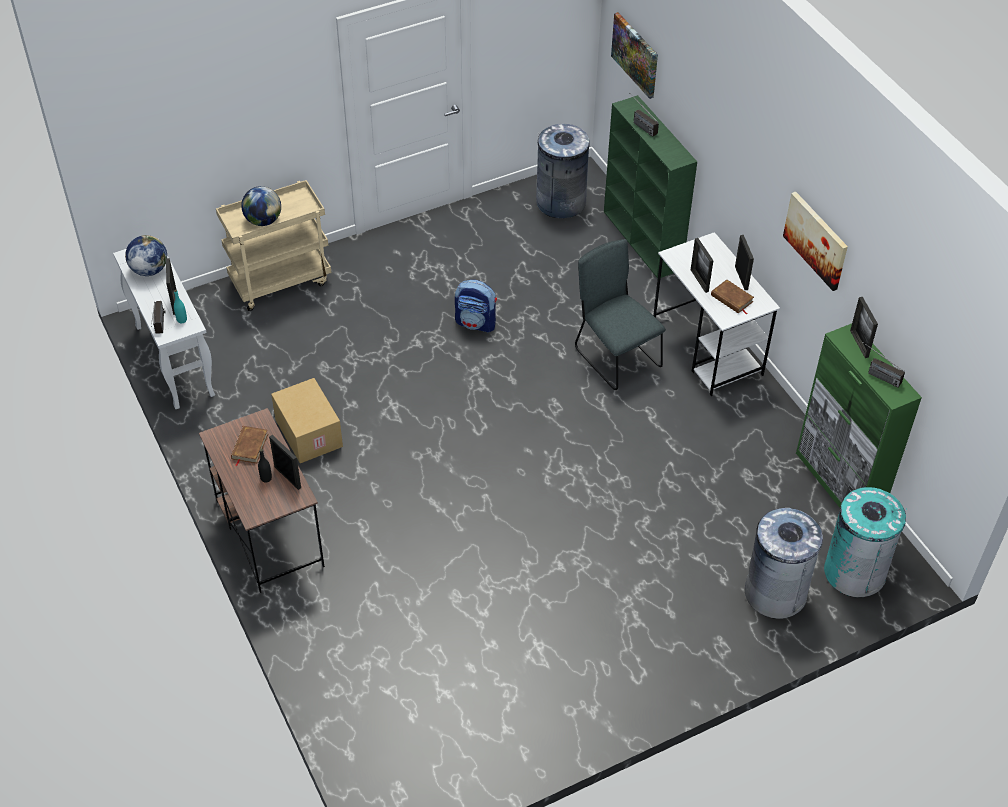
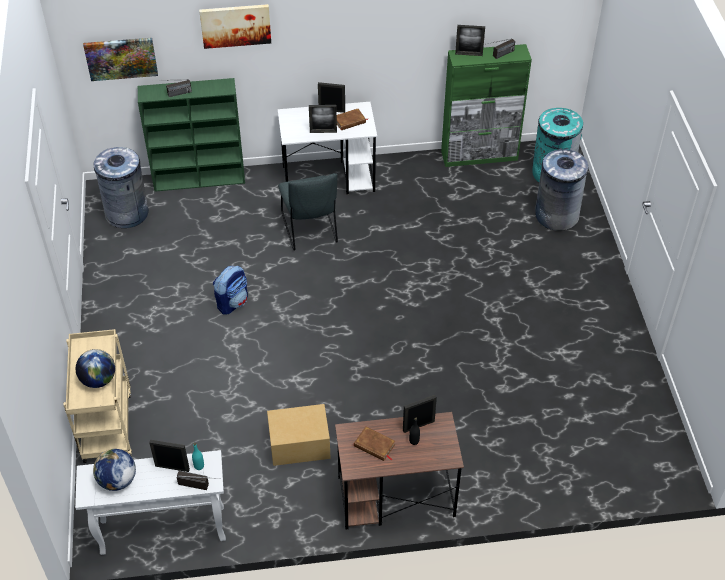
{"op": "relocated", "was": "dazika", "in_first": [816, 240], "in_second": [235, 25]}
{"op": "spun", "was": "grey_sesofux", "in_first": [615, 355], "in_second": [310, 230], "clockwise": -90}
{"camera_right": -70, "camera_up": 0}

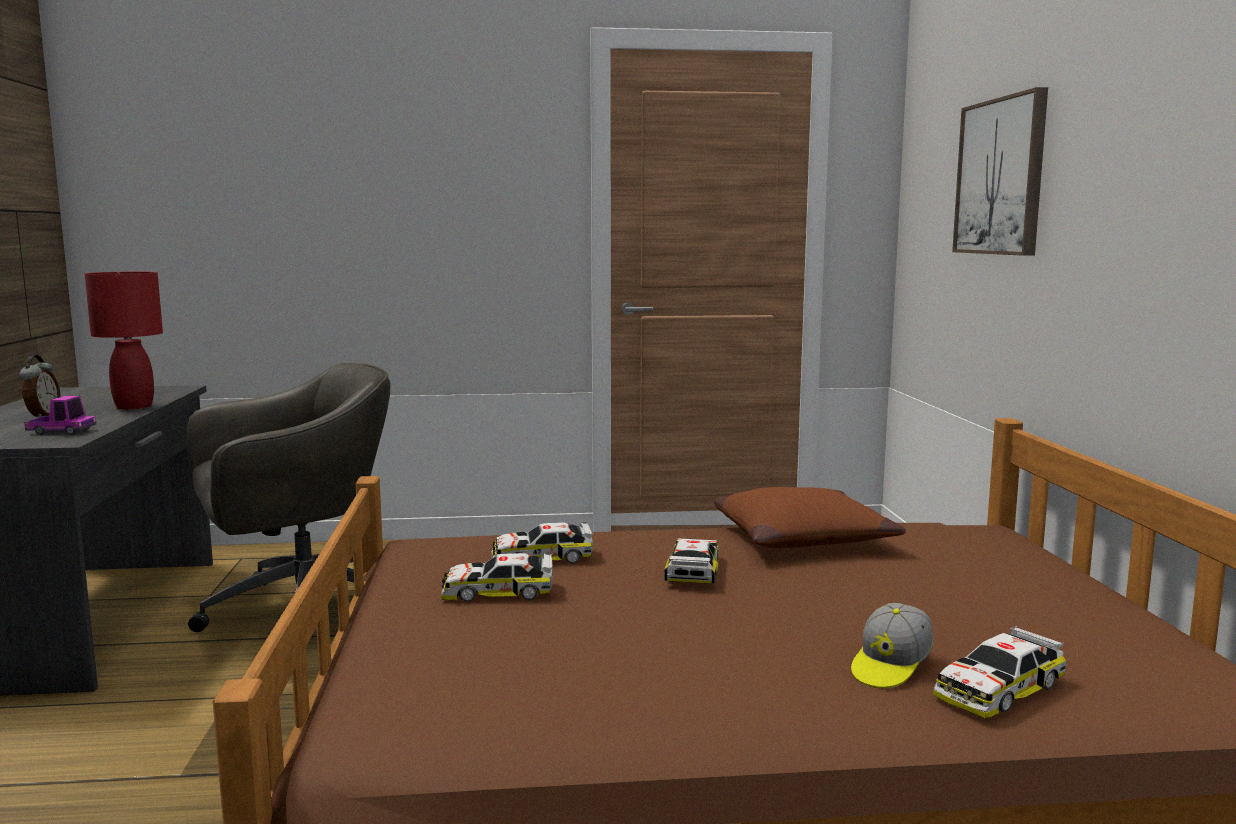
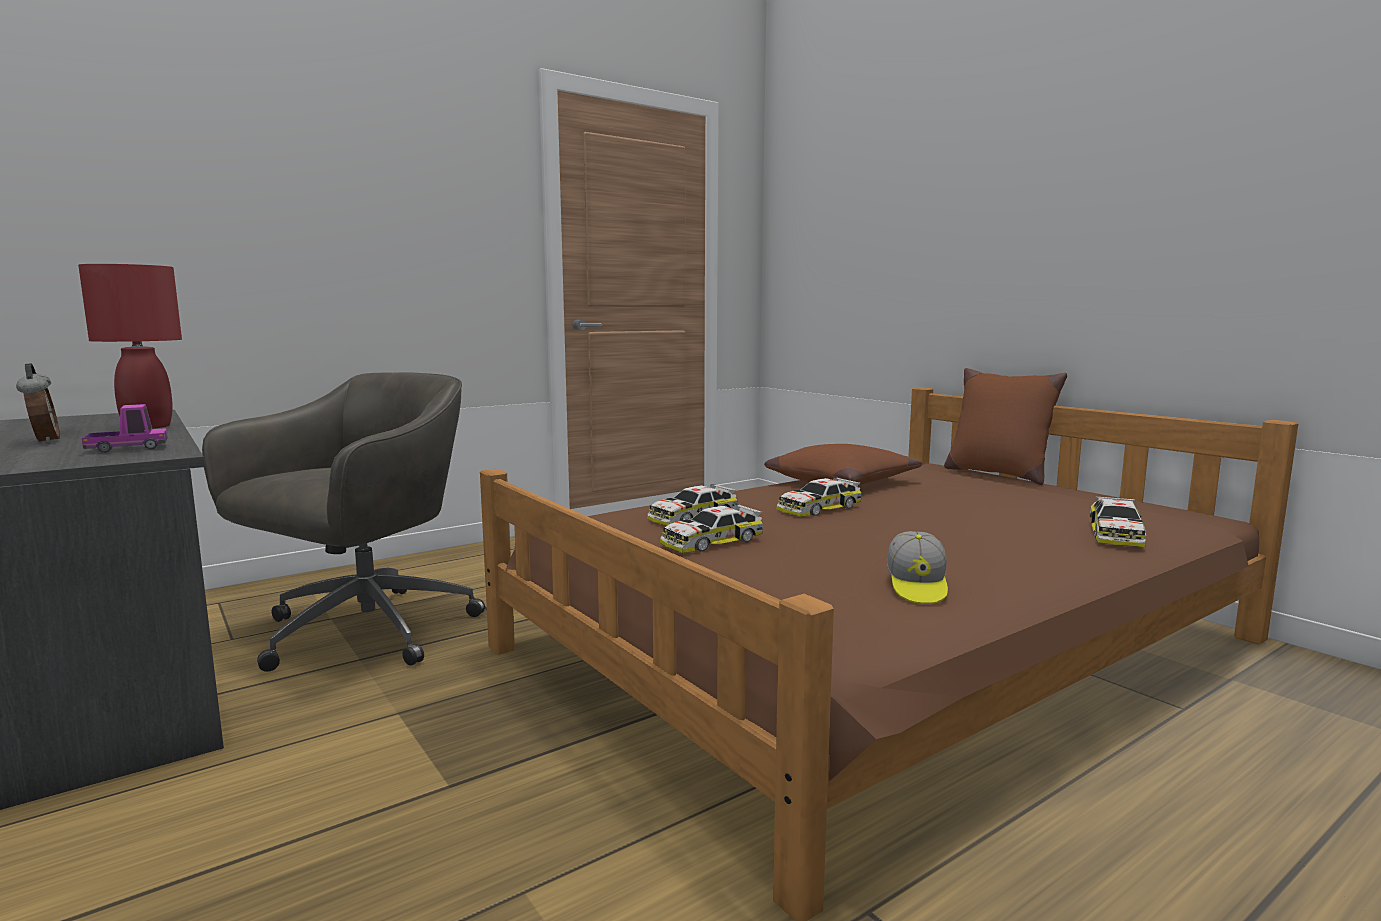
{"op": "spun", "was": "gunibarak", "in_first": [693, 571], "in_second": [818, 508], "clockwise": -105}
{"op": "relocated", "was": "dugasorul", "in_first": [890, 667], "in_second": [916, 587]}
{"op": "appeared", "now": "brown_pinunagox", "in_second": [997, 474]}
{"op": "missing", "was": "dazika", "in_first": [1001, 177]}
{"camera_right": -30, "camera_up": 0}

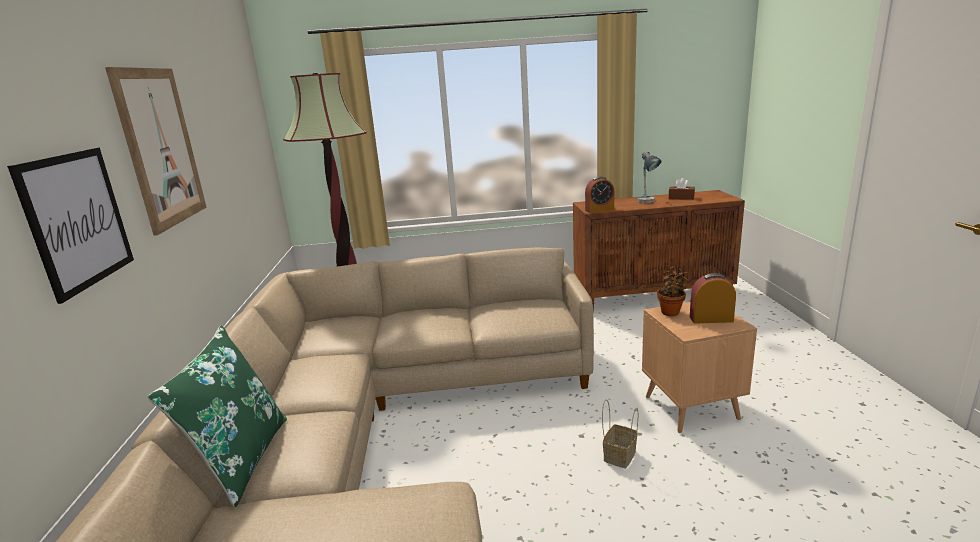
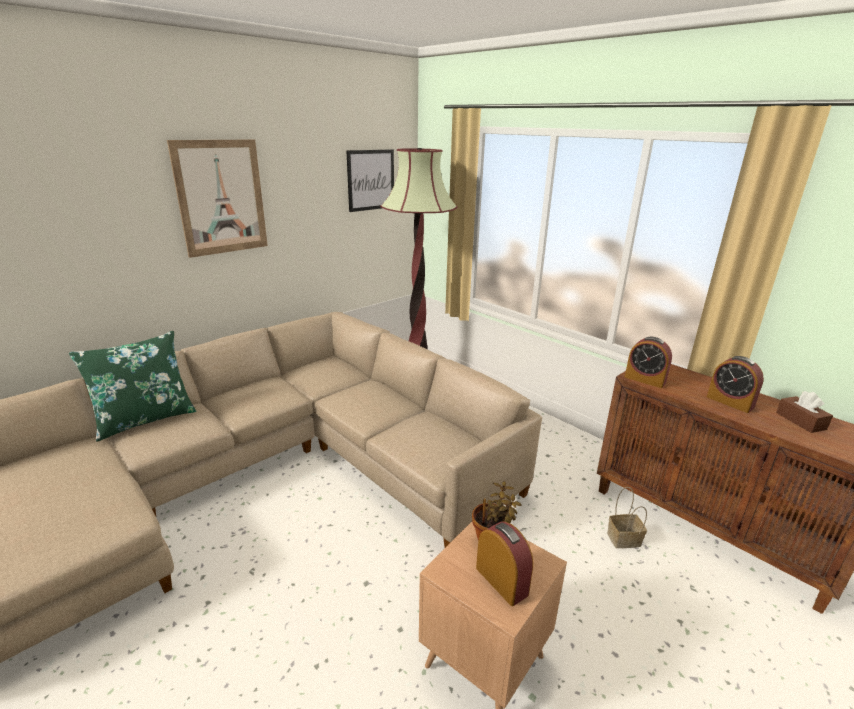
{"op": "relocated", "was": "dazika", "in_first": [78, 220], "in_second": [371, 180]}
{"op": "relocated", "was": "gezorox", "in_first": [619, 455], "in_second": [624, 539]}
{"op": "exchanged", "was": "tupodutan", "now": "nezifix", "in_first": [647, 202], "in_second": [730, 402]}
{"camera_right": 50, "camera_up": 5}

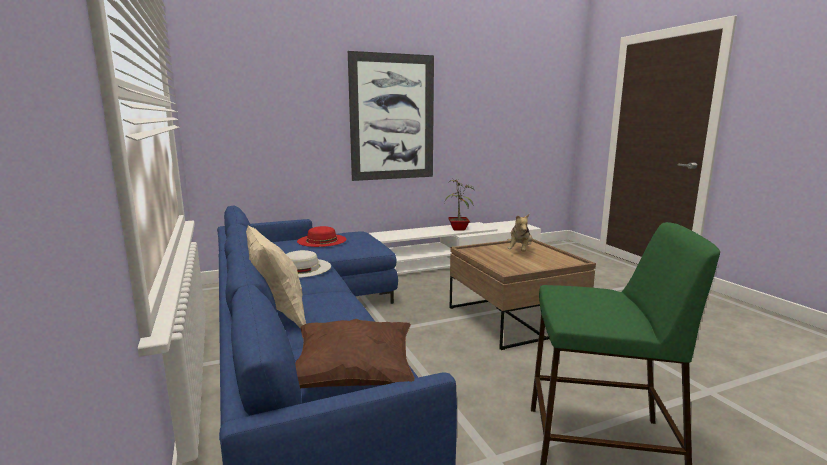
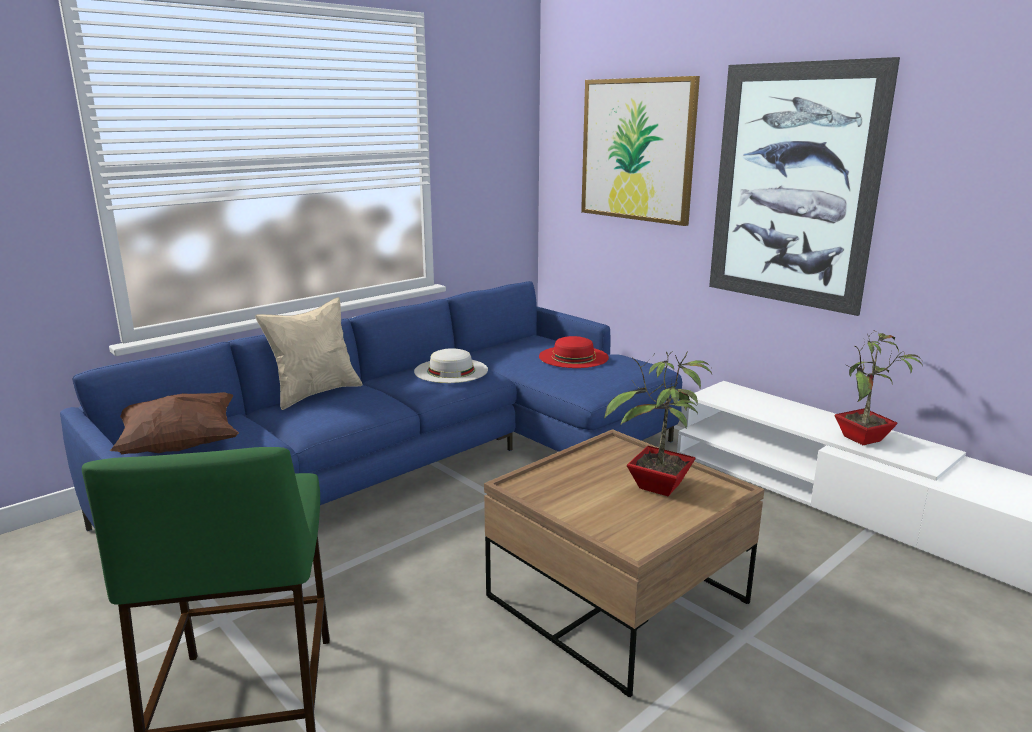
{"op": "appeared", "now": "dazika", "in_second": [637, 150]}
{"op": "exchanged", "was": "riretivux", "now": "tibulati", "in_first": [520, 251], "in_second": [658, 488]}
{"camera_right": 70, "camera_up": 5}

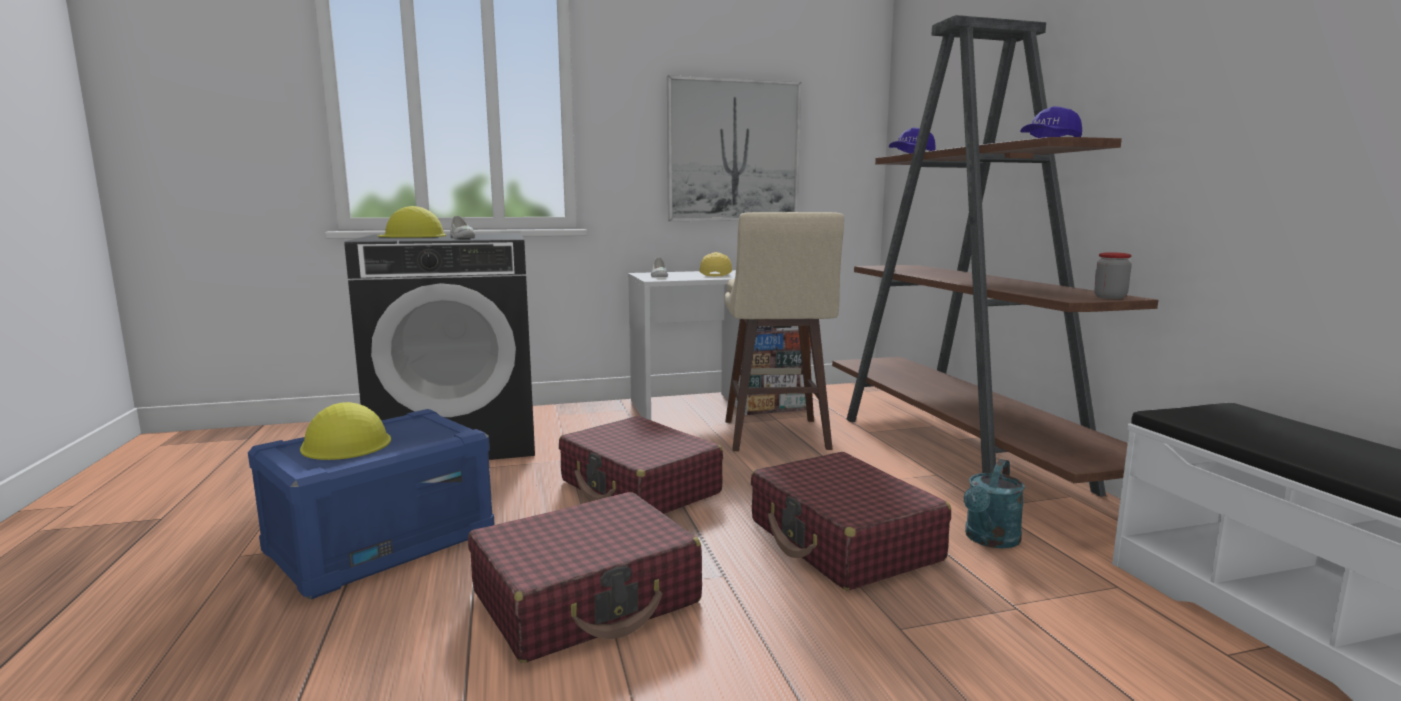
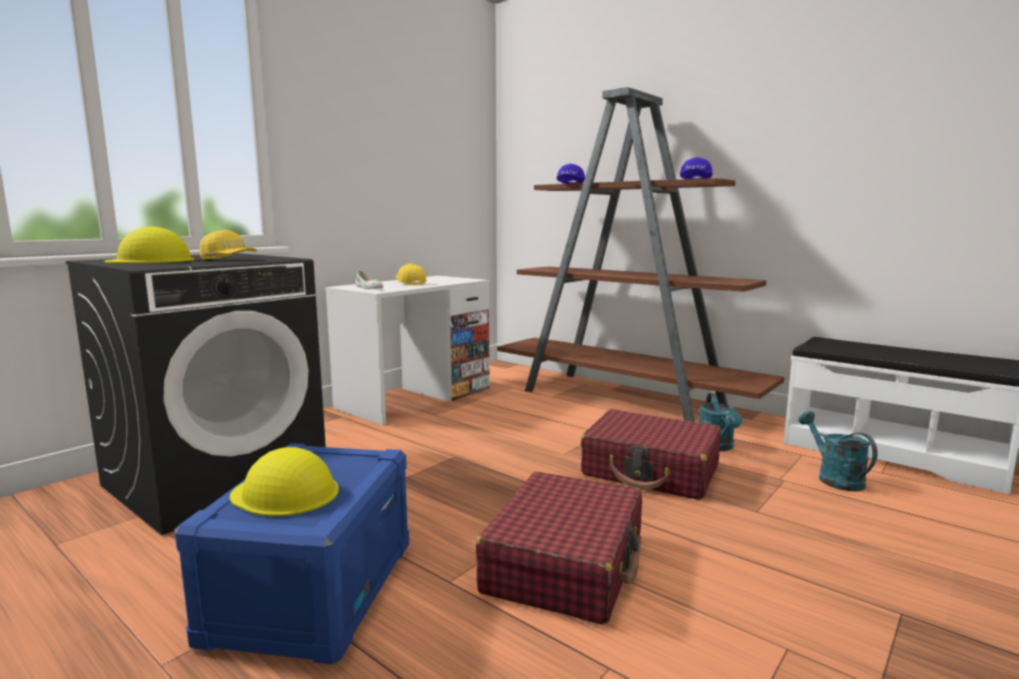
{"op": "exchanged", "was": "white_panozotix", "now": "yellow_dugasorul", "in_first": [461, 237], "in_second": [229, 260]}
{"op": "appeared", "now": "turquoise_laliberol", "in_second": [834, 478]}
{"op": "missing", "was": "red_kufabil", "in_first": [640, 487]}
{"op": "missing", "was": "dazika", "in_first": [733, 151]}
{"op": "missing", "was": "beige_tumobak", "in_first": [776, 437]}
{"op": "missing", "was": "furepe", "in_first": [1109, 297]}
{"camera_right": -35, "camera_up": 0}

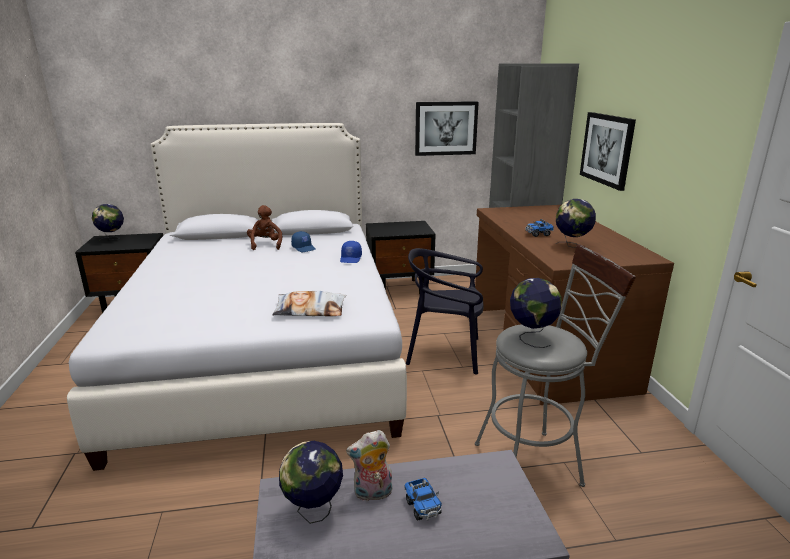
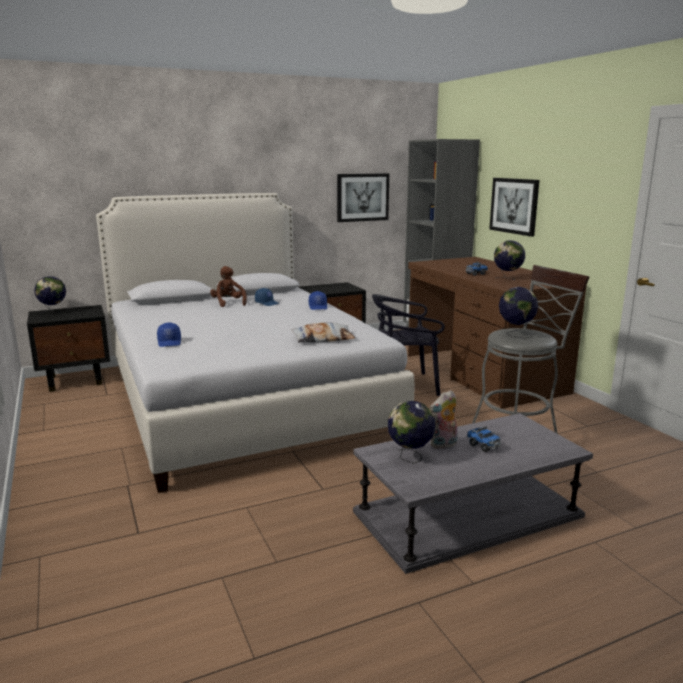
{"op": "appeared", "now": "blue_dugasorul", "in_second": [170, 342]}
{"camera_right": -15, "camera_up": -5}

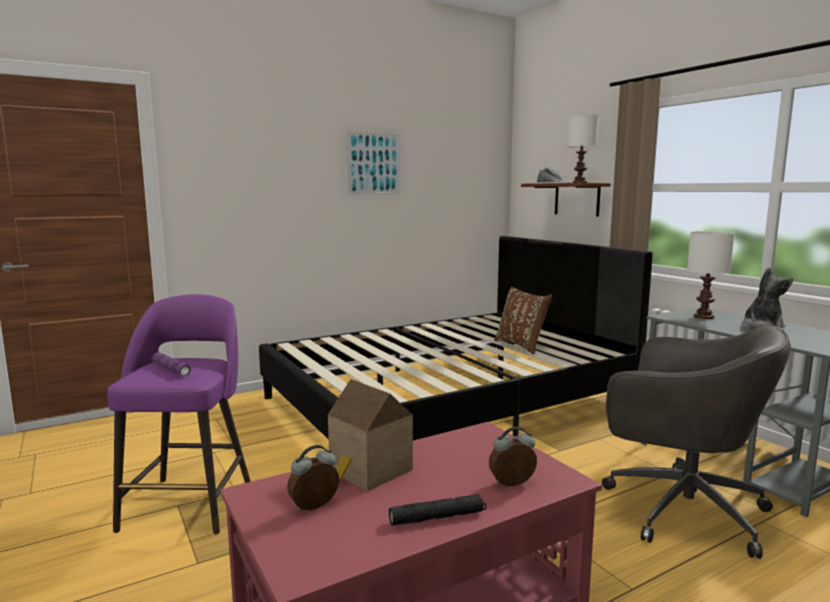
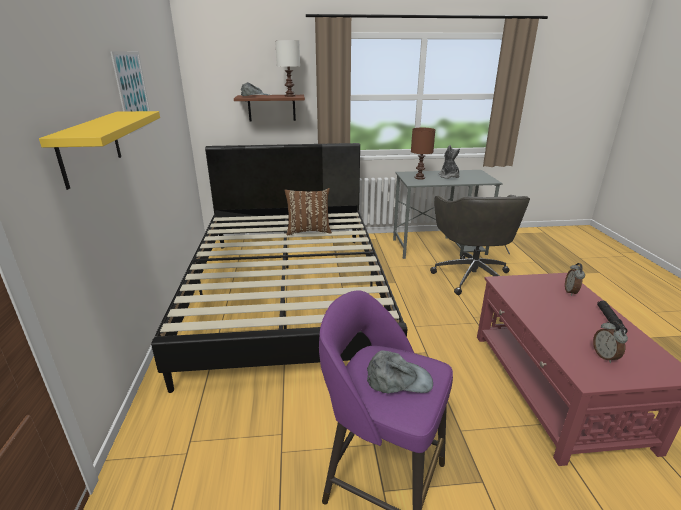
{"op": "appeared", "now": "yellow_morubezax", "in_second": [90, 147]}
{"op": "exchanged", "was": "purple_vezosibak", "now": "grey_dugasorul", "in_first": [171, 369], "in_second": [398, 379]}
{"op": "colour", "was": "white_tupodutan", "now": "brown_tupodutan", "in_first": [704, 317], "in_second": [420, 178]}
{"op": "spun", "was": "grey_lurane", "in_first": [680, 508], "in_second": [471, 276], "clockwise": 120}
{"op": "missing", "was": "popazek", "in_first": [368, 471]}
{"camera_right": -65, "camera_up": 15}

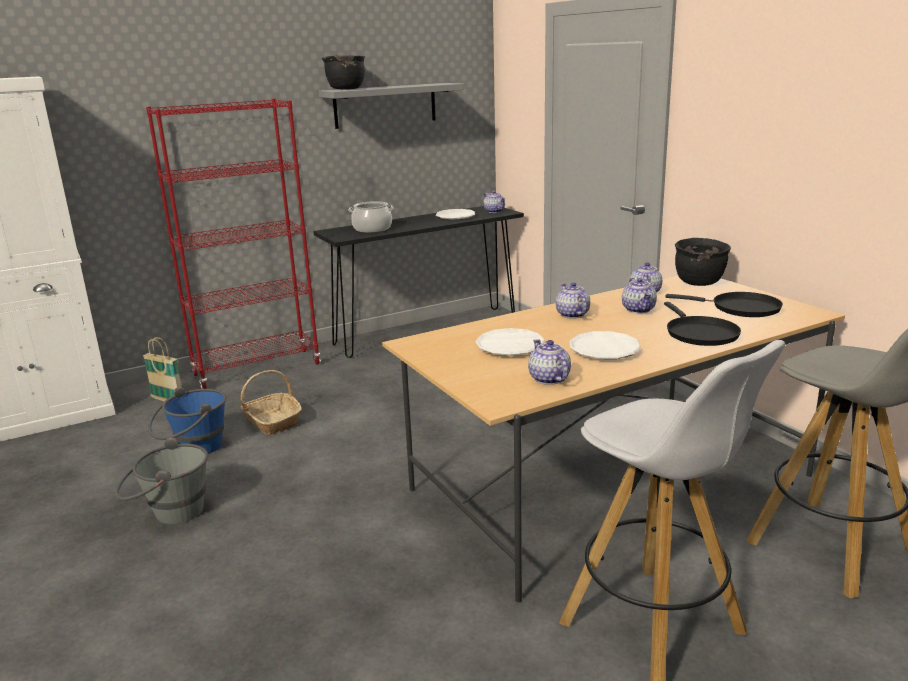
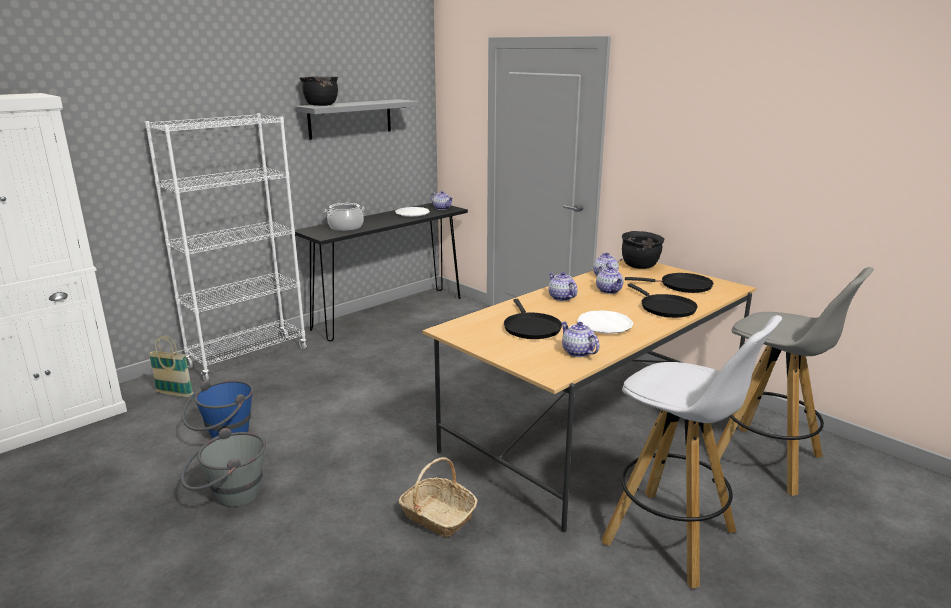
{"op": "colour", "was": "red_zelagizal", "now": "white_zelagizal", "in_first": [257, 369], "in_second": [248, 358]}
{"op": "relocated", "was": "gezorox", "in_first": [272, 421], "in_second": [437, 516]}
{"op": "exchanged", "was": "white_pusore", "now": "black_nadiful", "in_first": [510, 347], "in_second": [530, 328]}
{"camera_right": -15, "camera_up": 0}

